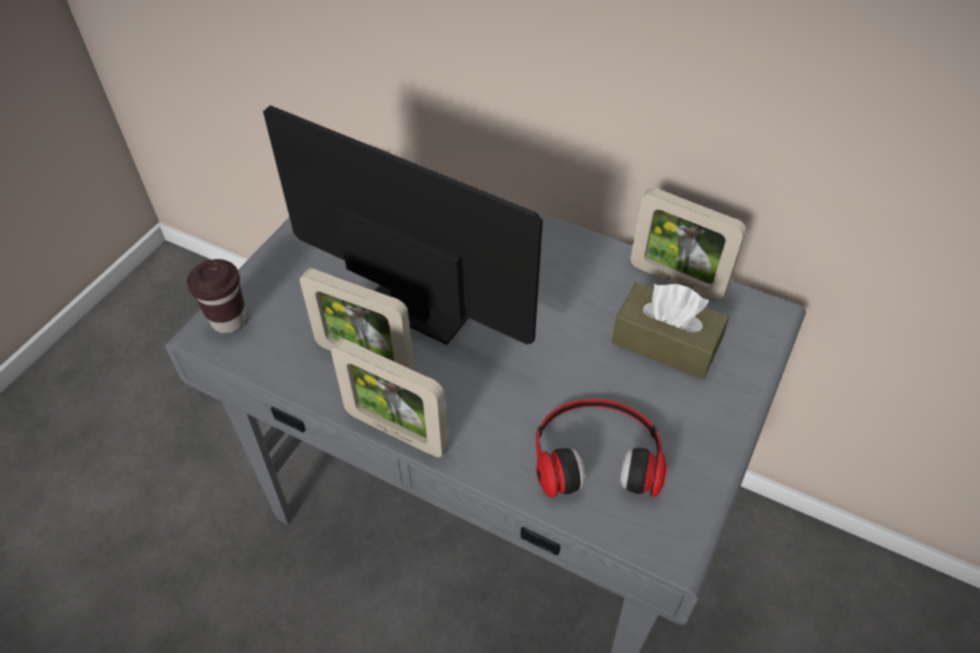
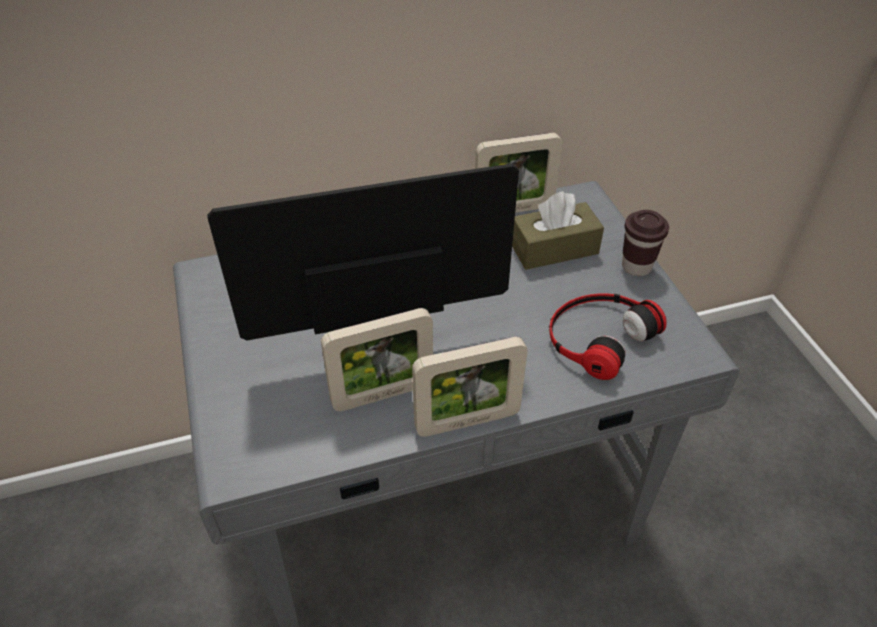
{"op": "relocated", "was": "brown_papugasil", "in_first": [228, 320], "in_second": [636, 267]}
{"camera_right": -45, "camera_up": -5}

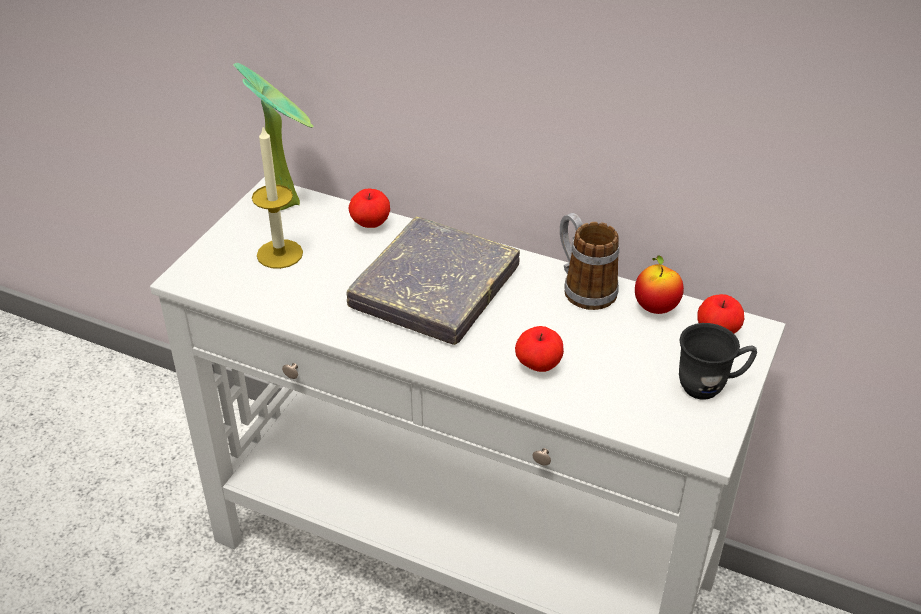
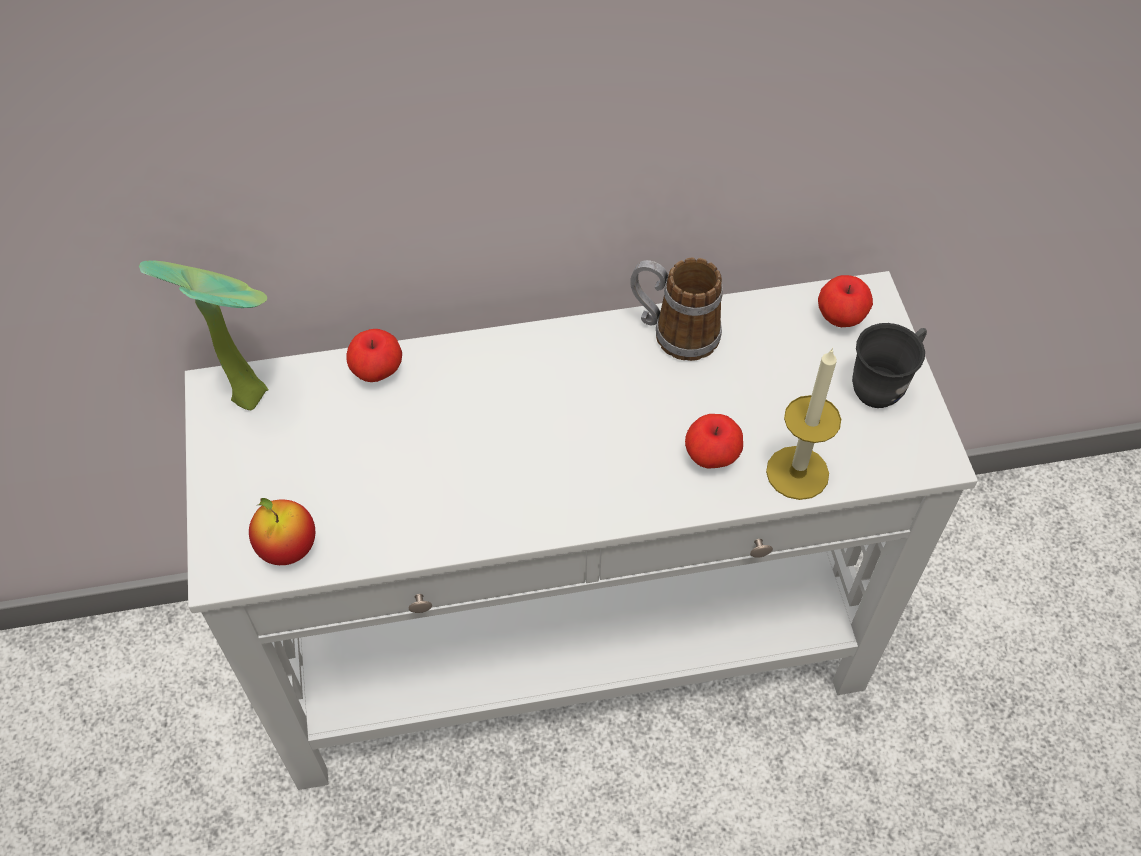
{"op": "relocated", "was": "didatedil", "in_first": [655, 308], "in_second": [288, 548]}
{"op": "relocated", "was": "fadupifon", "in_first": [279, 254], "in_second": [797, 472]}
{"op": "missing", "was": "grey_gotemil", "in_first": [434, 288]}
{"camera_right": -35, "camera_up": 15}

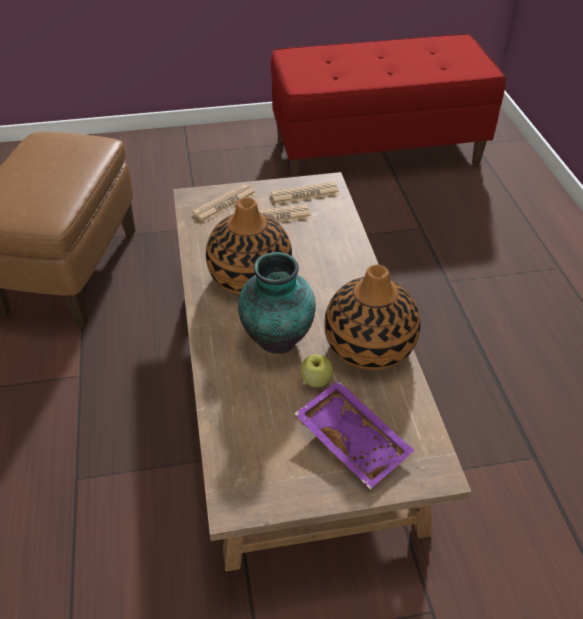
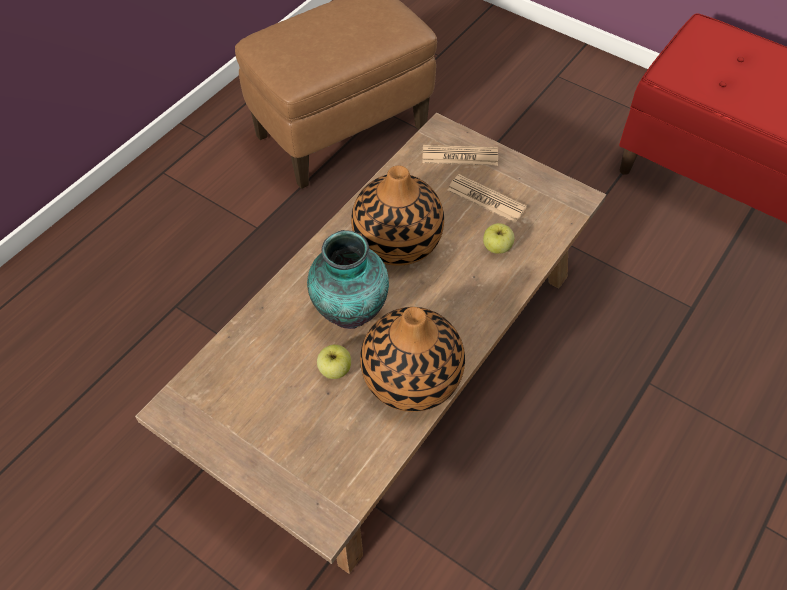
{"op": "appeared", "now": "didatedil", "in_second": [497, 248]}
{"op": "missing", "was": "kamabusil", "in_first": [305, 194]}
{"op": "missing", "was": "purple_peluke", "in_first": [354, 440]}
{"camera_right": 45, "camera_up": 10}

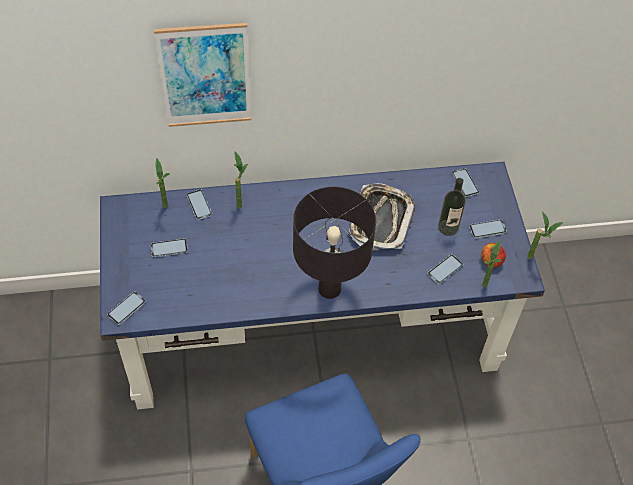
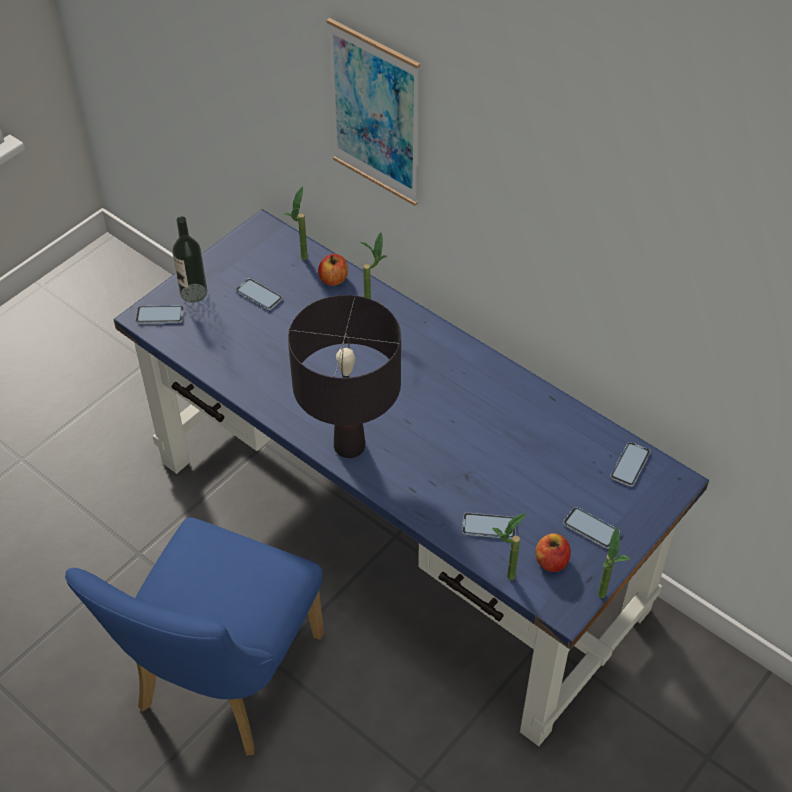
{"op": "relocated", "was": "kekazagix", "in_first": [448, 227], "in_second": [193, 293]}
{"op": "exchanged", "was": "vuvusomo", "now": "didatedil", "in_first": [199, 205], "in_second": [333, 279]}
{"op": "missing", "was": "peluke", "in_first": [380, 220]}
{"camera_right": 50, "camera_up": -5}

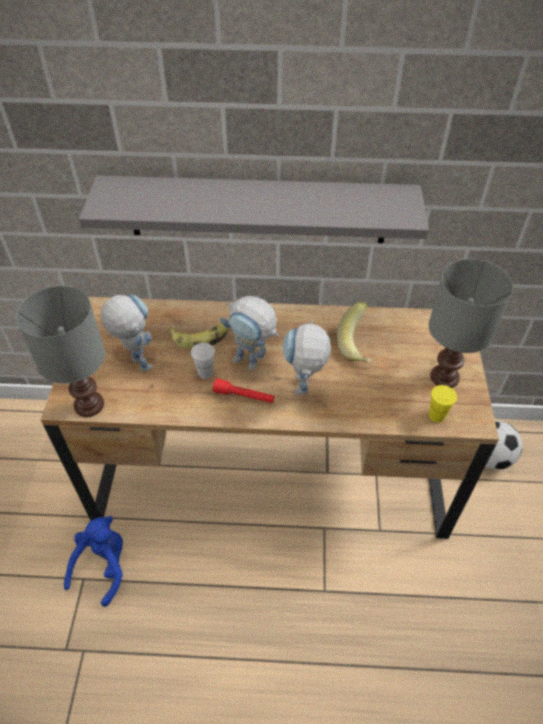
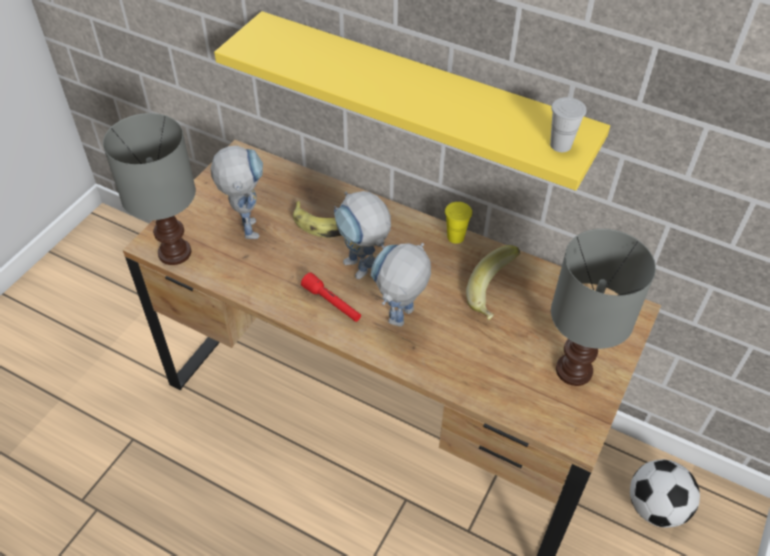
{"op": "colour", "was": "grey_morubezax", "now": "yellow_morubezax", "in_first": [257, 210], "in_second": [421, 98]}
{"op": "relocated", "was": "yellow_papugasil", "in_first": [436, 416], "in_second": [455, 237]}
{"op": "relocated", "was": "white_papugasil", "in_first": [205, 373], "in_second": [560, 145]}
{"op": "missing", "was": "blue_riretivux", "in_first": [103, 566]}
{"camera_right": 25, "camera_up": 0}

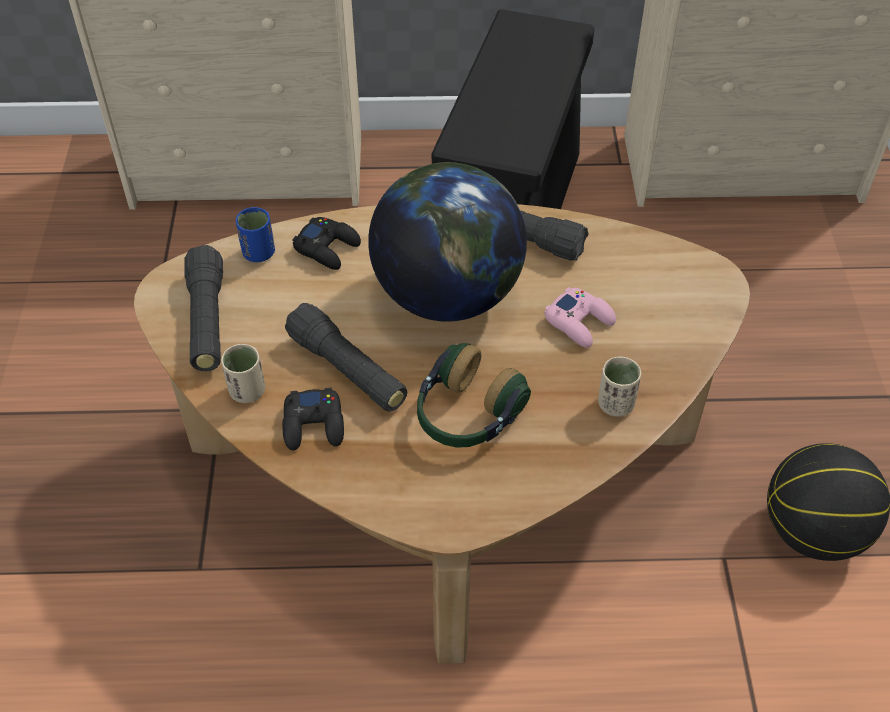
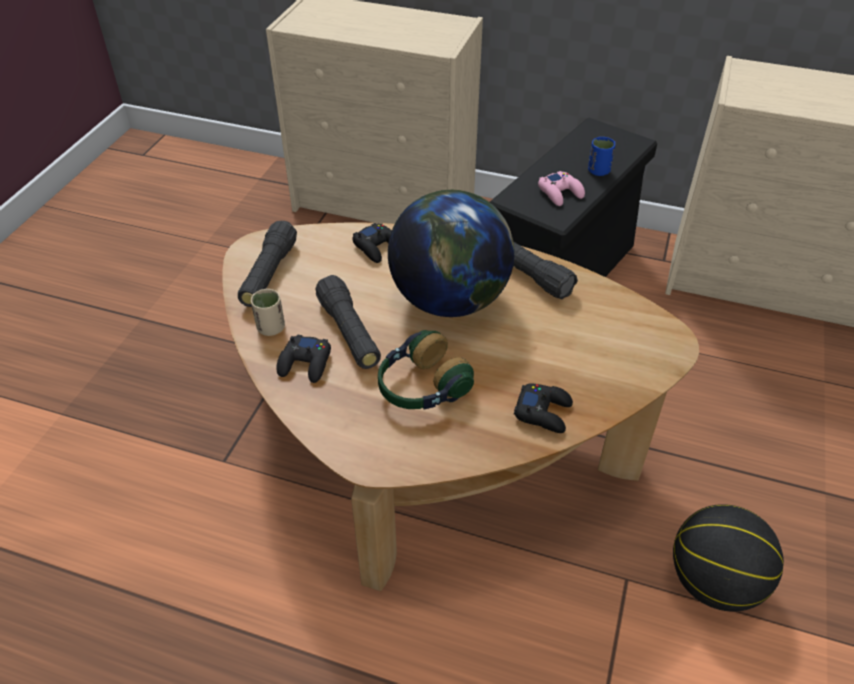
{"op": "exchanged", "was": "beige_papugasil", "now": "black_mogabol", "in_first": [615, 404], "in_second": [543, 412]}
{"op": "relocated", "was": "pink_mogabol", "in_first": [580, 322], "in_second": [560, 193]}
{"op": "relocated", "was": "blue_papugasil", "in_first": [258, 253], "in_second": [598, 171]}
{"camera_right": 20, "camera_up": -5}

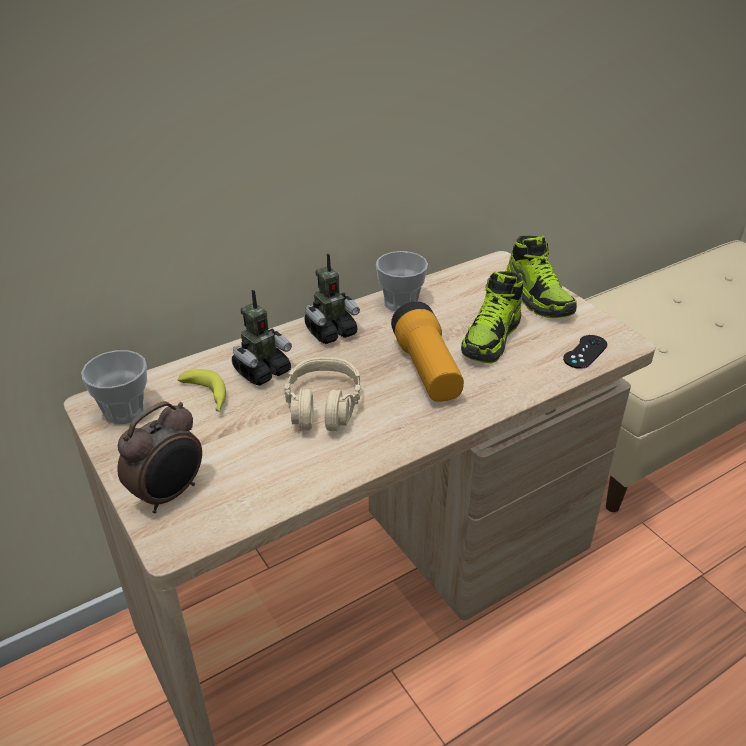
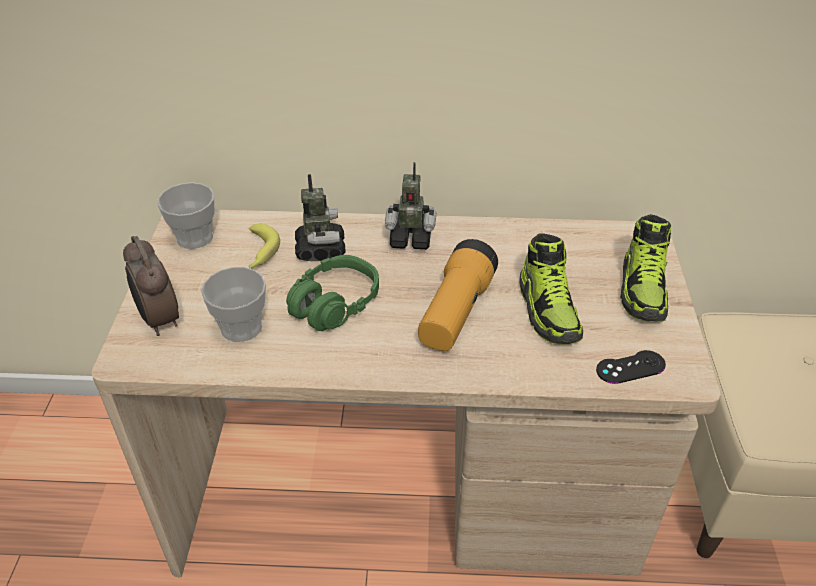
{"op": "spun", "was": "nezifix", "in_first": [170, 494], "in_second": [159, 320], "clockwise": 75}
{"op": "relocated", "was": "papugasil", "in_first": [400, 303], "in_second": [241, 327]}
{"op": "colour", "was": "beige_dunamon", "now": "green_dunamon", "in_first": [323, 407], "in_second": [335, 304]}
{"op": "spun", "was": "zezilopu", "in_first": [262, 371], "in_second": [320, 250], "clockwise": -90}
{"op": "spun", "was": "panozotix", "in_first": [491, 339], "in_second": [548, 310], "clockwise": -75}
{"camera_right": 35, "camera_up": 5}

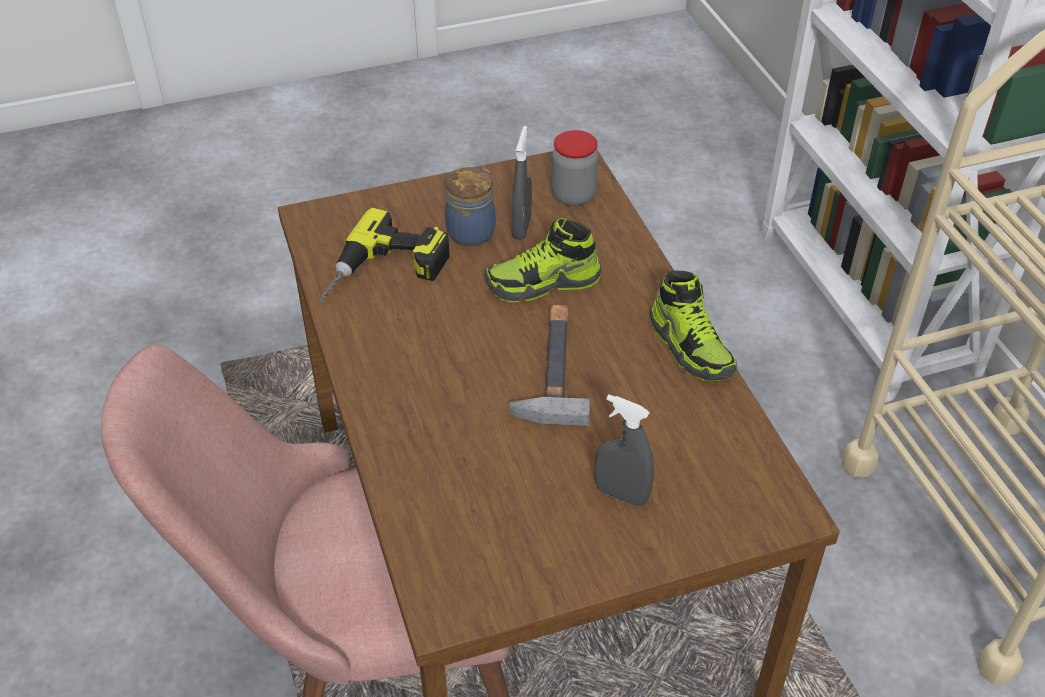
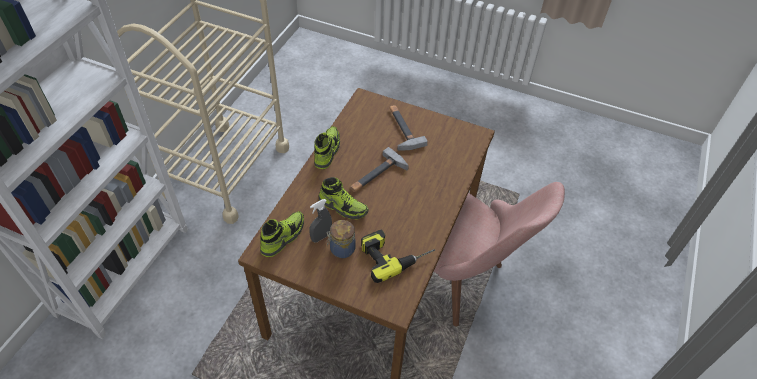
{"op": "exchanged", "was": "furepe", "now": "panozotix", "in_first": [573, 195], "in_second": [283, 237]}
{"op": "exchanged", "was": "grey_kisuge", "now": "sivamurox", "in_first": [621, 494], "in_second": [401, 129]}
{"camera_right": -140, "camera_up": 5}

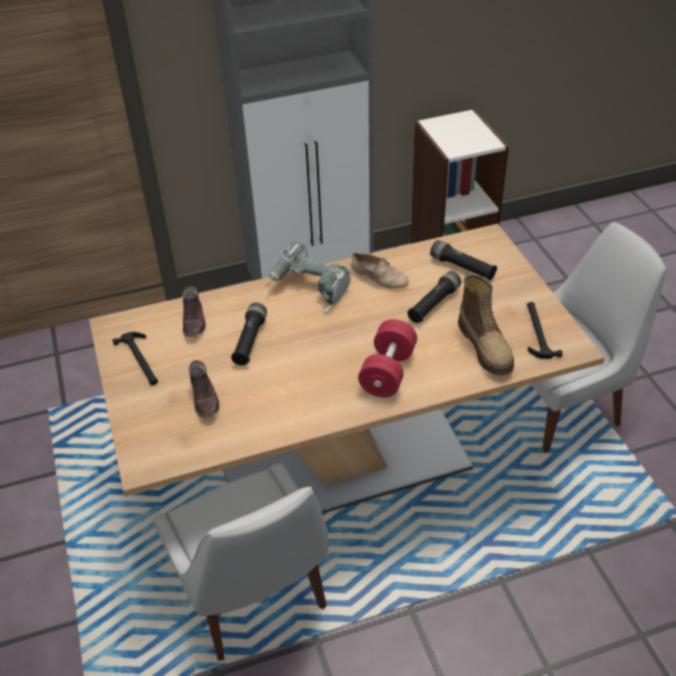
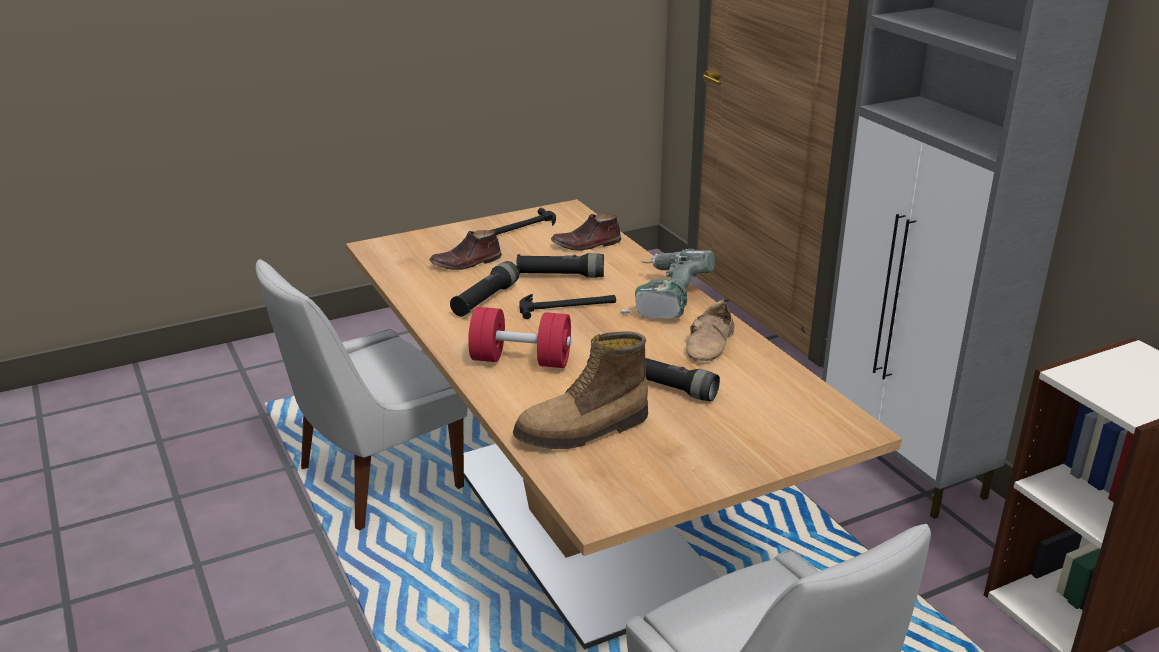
{"op": "relocated", "was": "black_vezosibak", "in_first": [462, 267], "in_second": [485, 300]}
{"op": "relocated", "was": "sivamurox", "in_first": [537, 332], "in_second": [567, 306]}
{"camera_right": 80, "camera_up": -15}

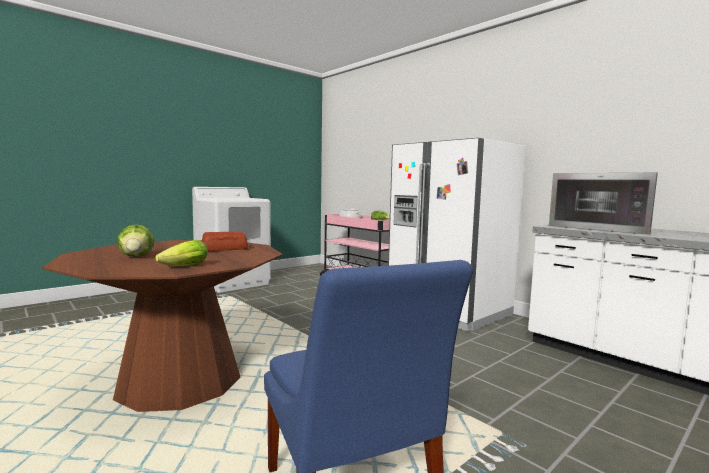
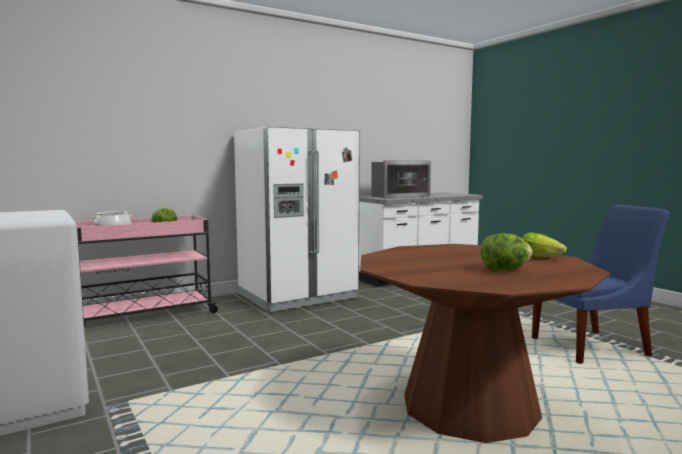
{"op": "missing", "was": "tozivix", "in_first": [225, 249]}
{"camera_right": -80, "camera_up": 0}

